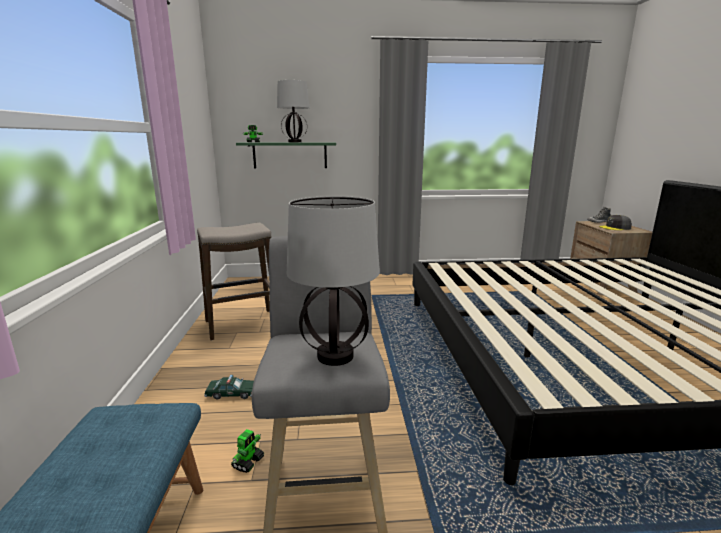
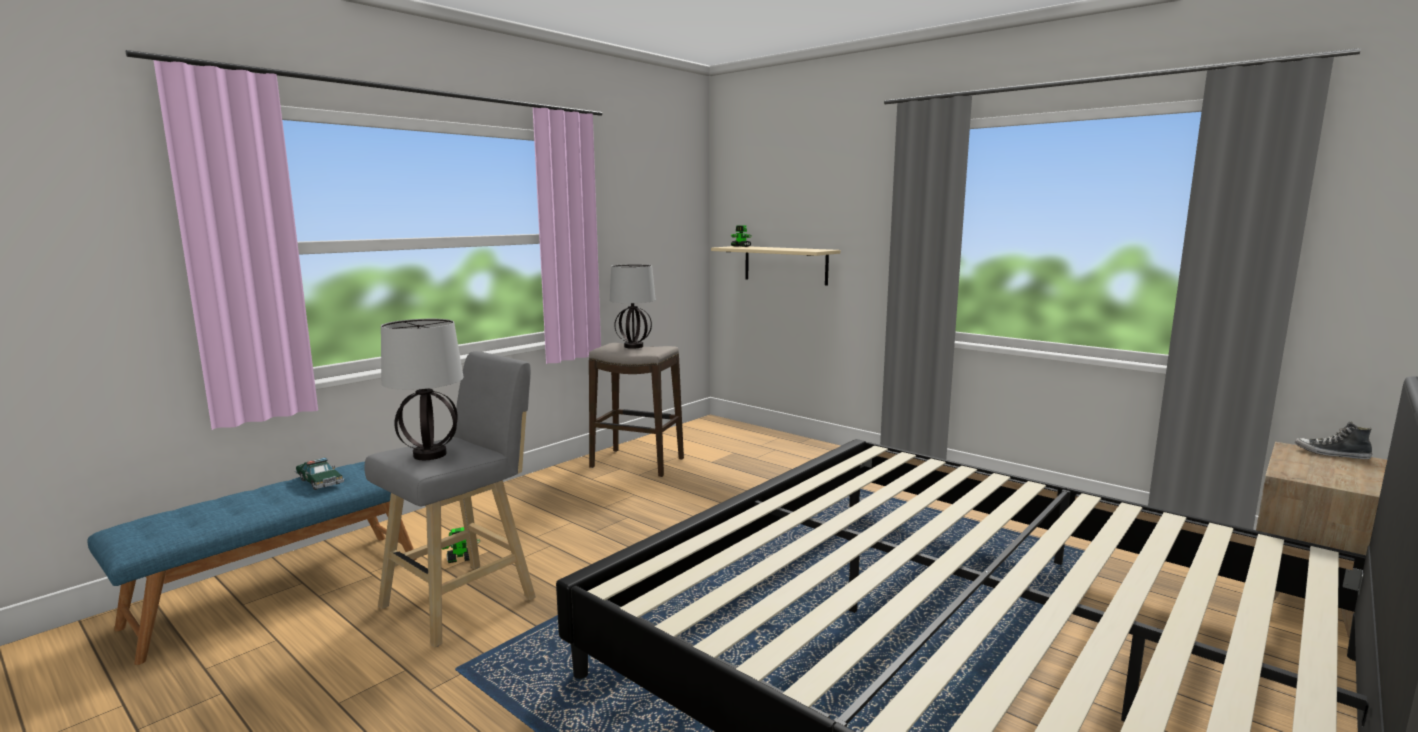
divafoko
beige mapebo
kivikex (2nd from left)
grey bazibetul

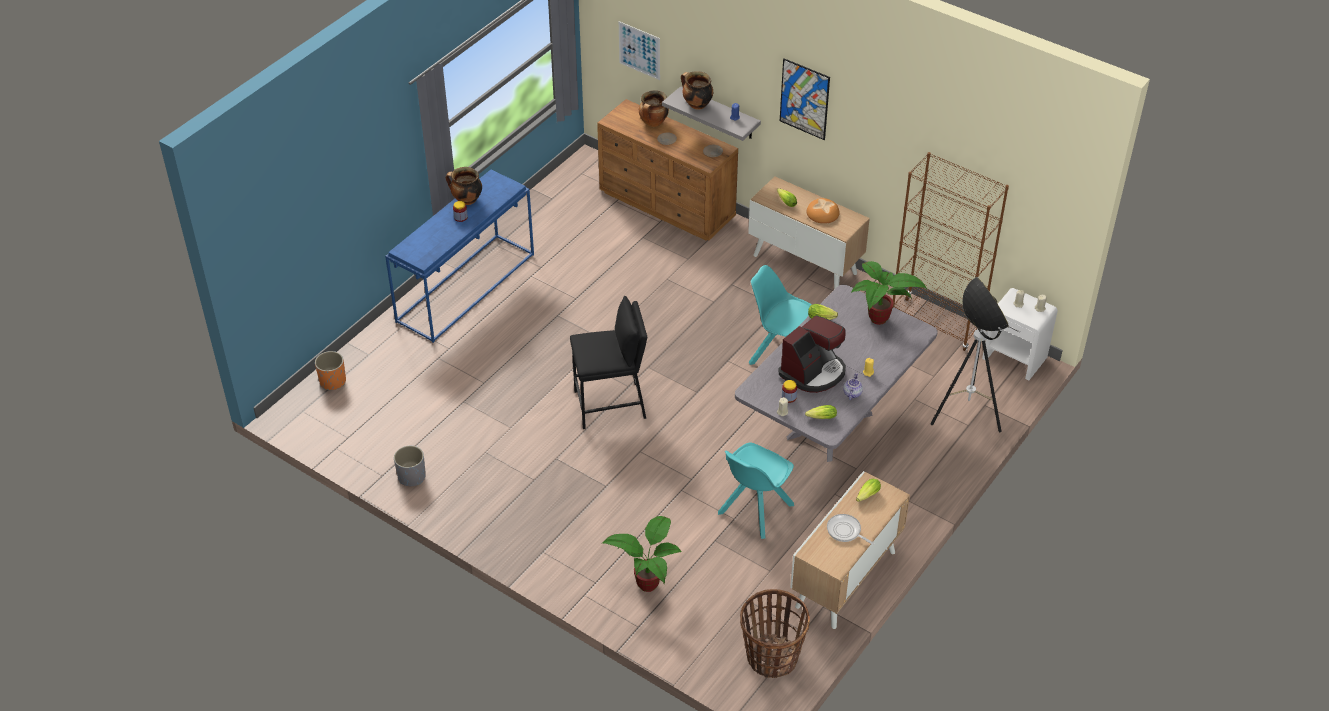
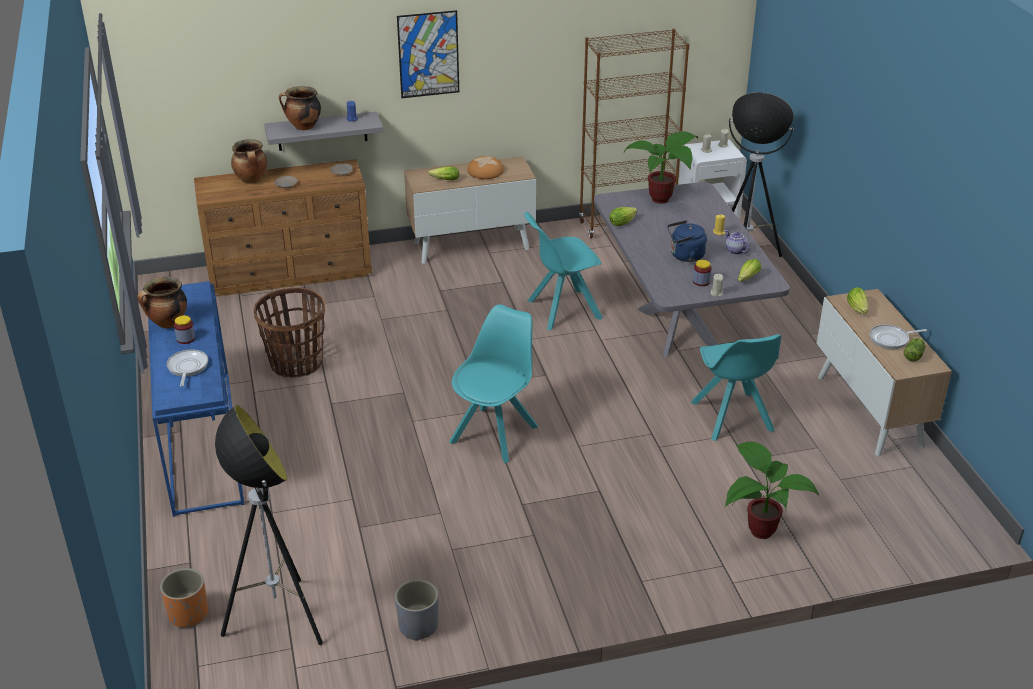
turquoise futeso (1st from left)
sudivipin (1st from left in the first image)
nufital
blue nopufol
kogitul (1st from left)
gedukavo (1st from left)
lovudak (5th from left)

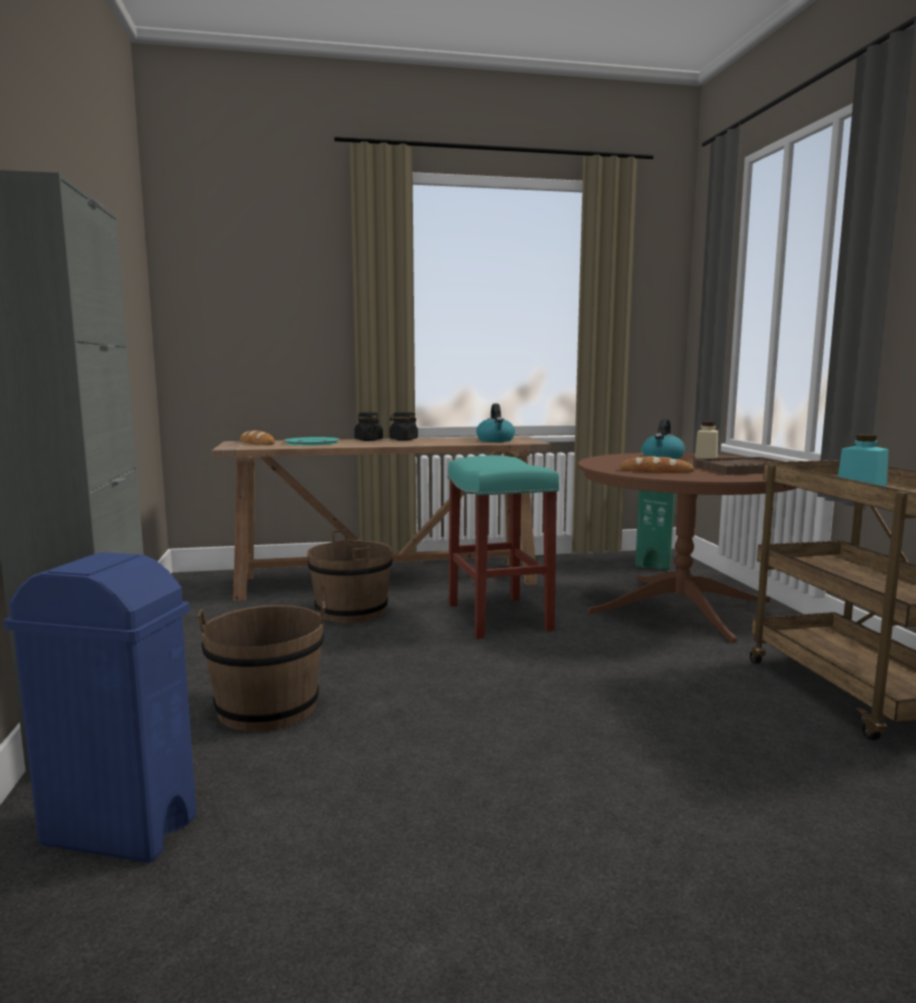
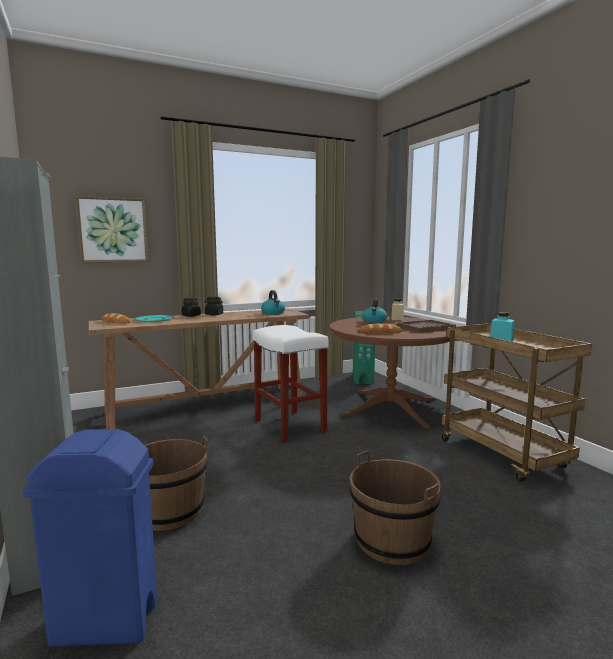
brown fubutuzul (2nd from left)
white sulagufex
sudivipin

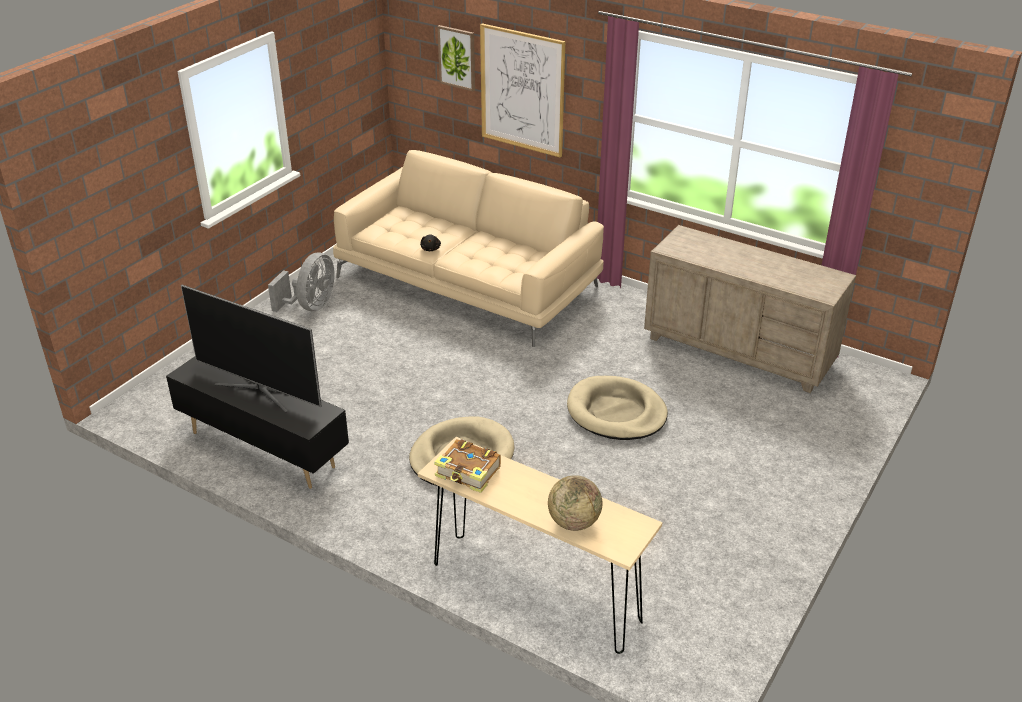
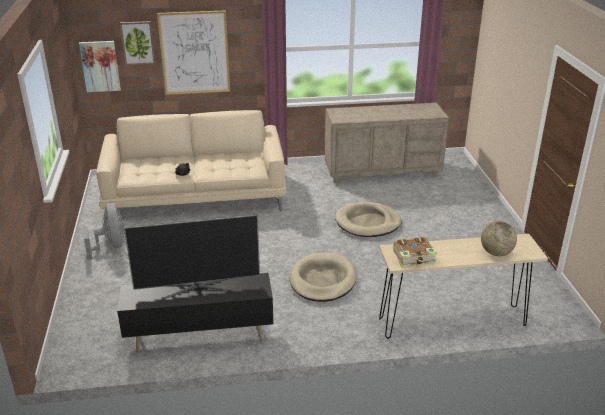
sudivipin (1st from left)

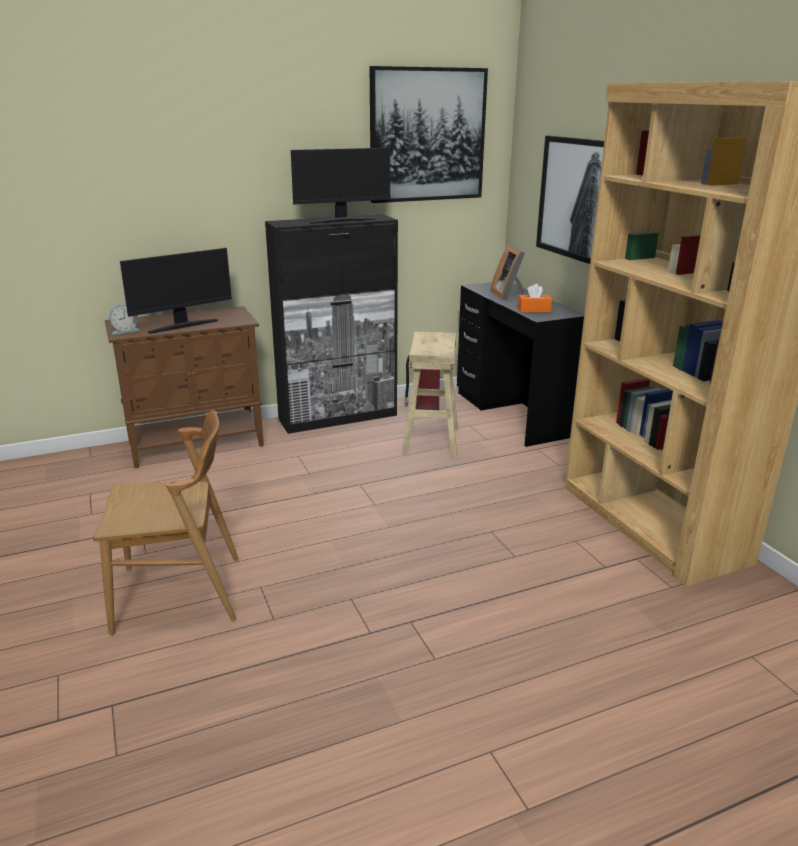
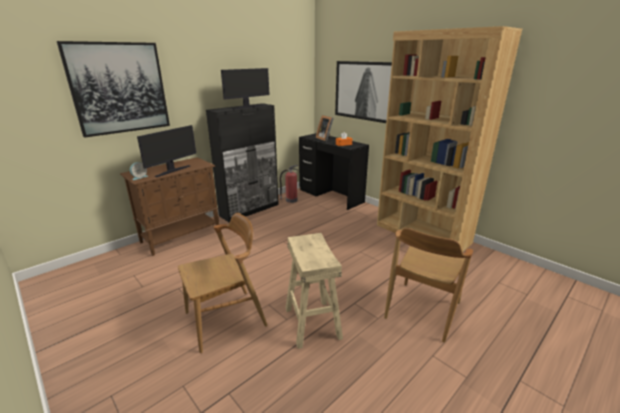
sudivipin (1st from left)
beige sulagufex
brown futeso (2nd from left)

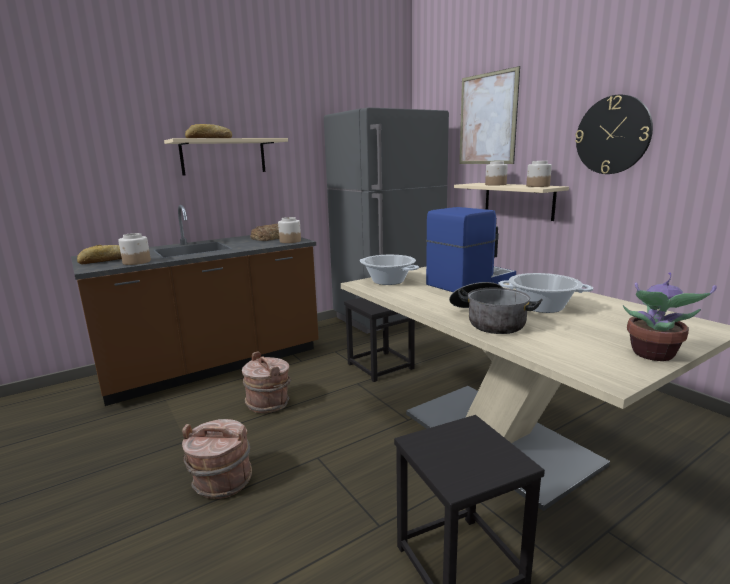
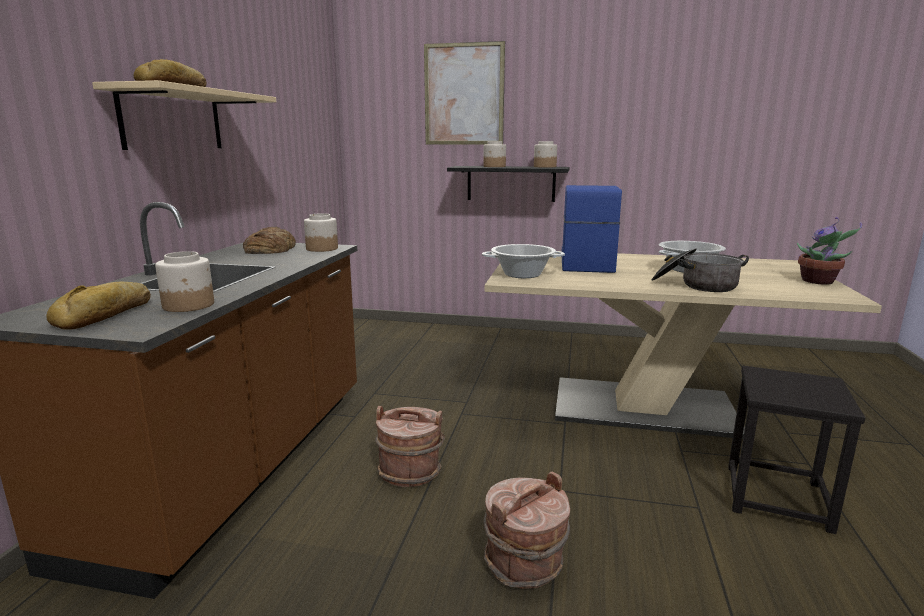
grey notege
black sulagufex (1st from left in the first image)
black mapebo
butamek

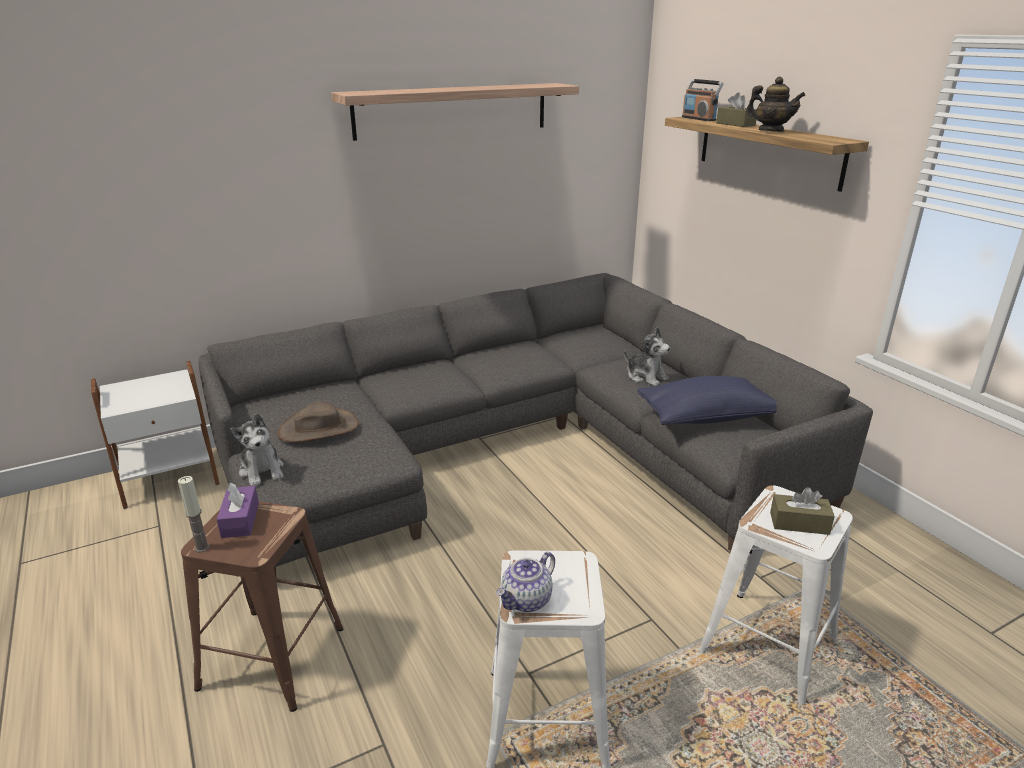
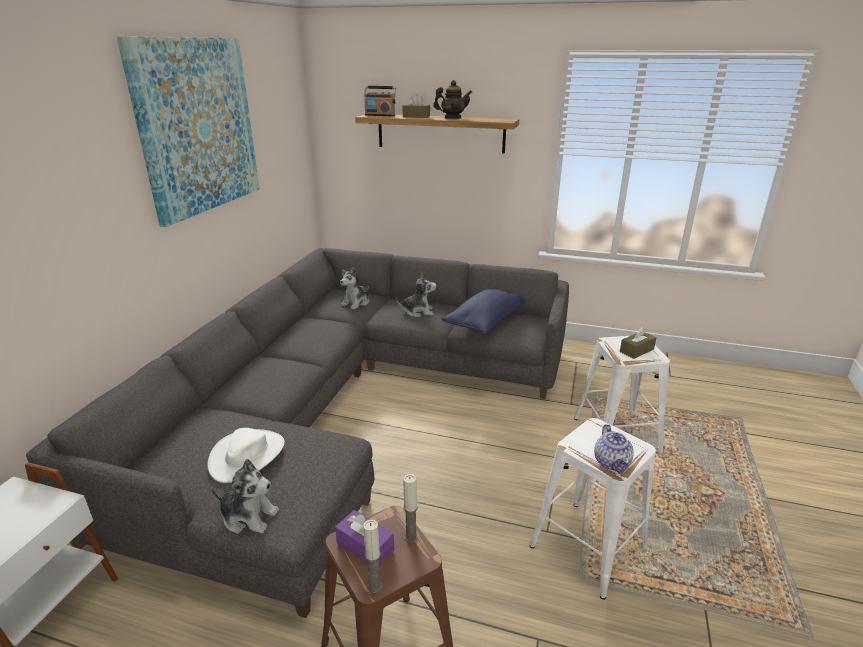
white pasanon
sudivipin
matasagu (2nd from left)
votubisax (2nd from left)

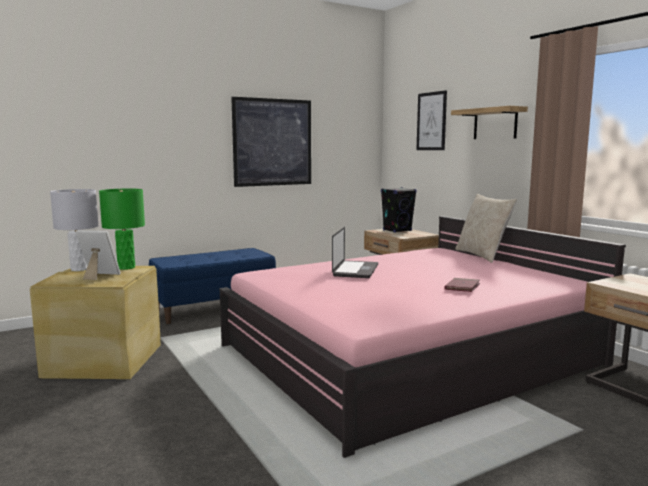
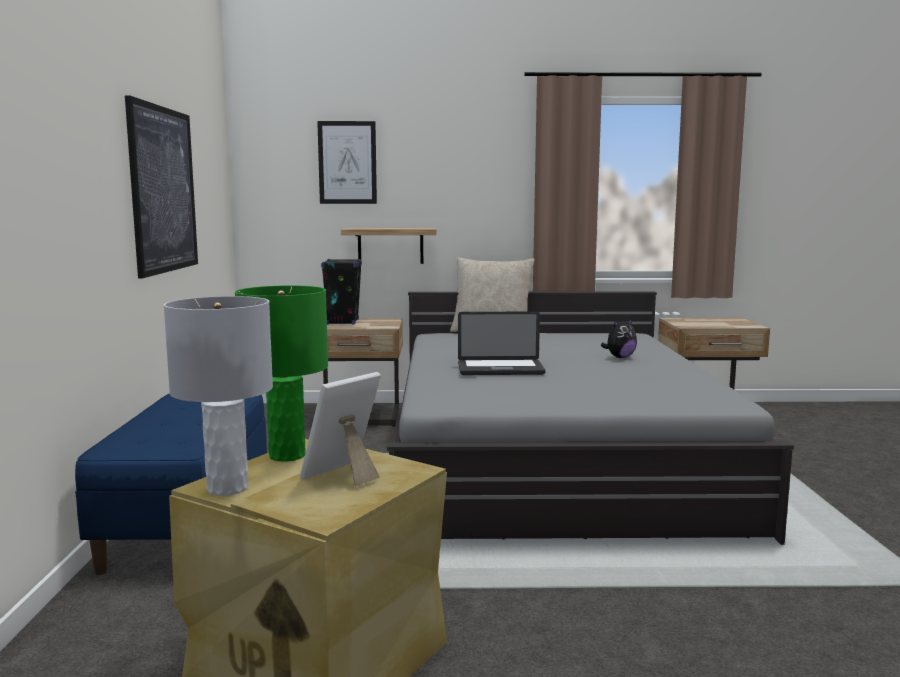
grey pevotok
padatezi
matasagu
mapebo

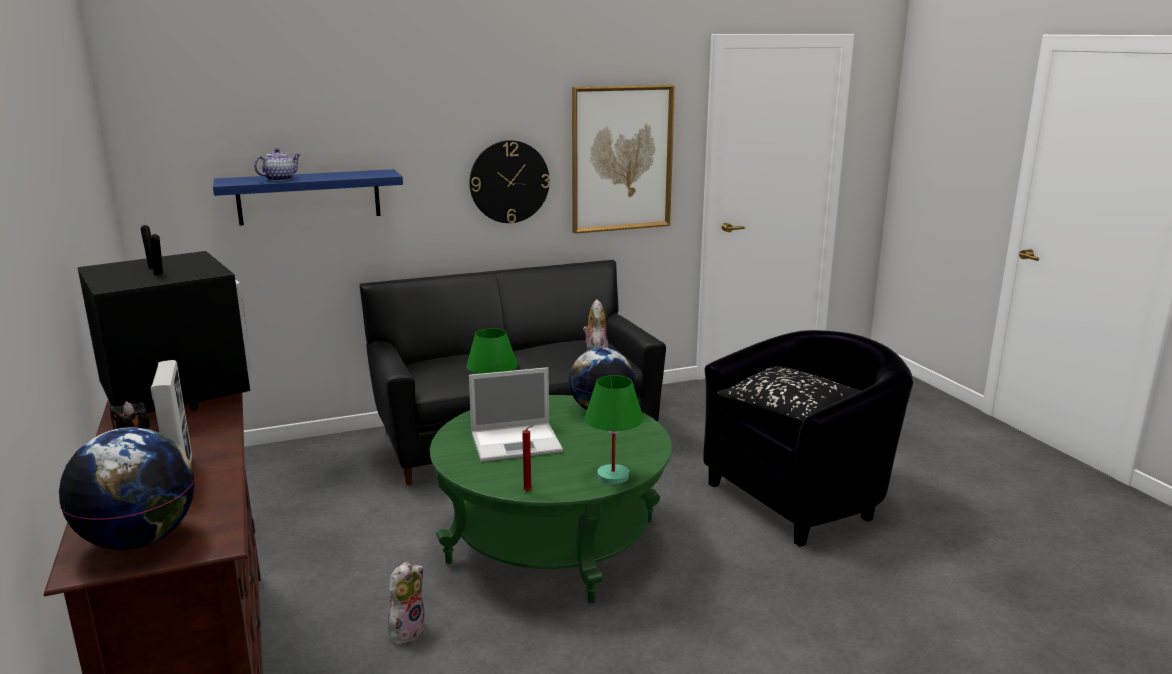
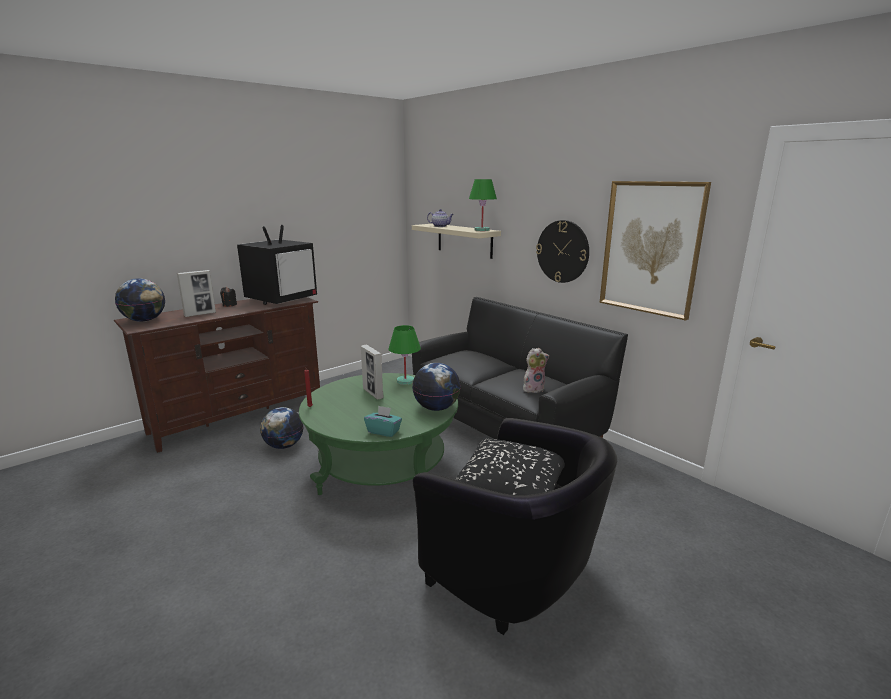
beige mapebo
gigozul (2nd from left)
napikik (2nd from left)
green kivikex (2nd from left)
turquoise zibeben

